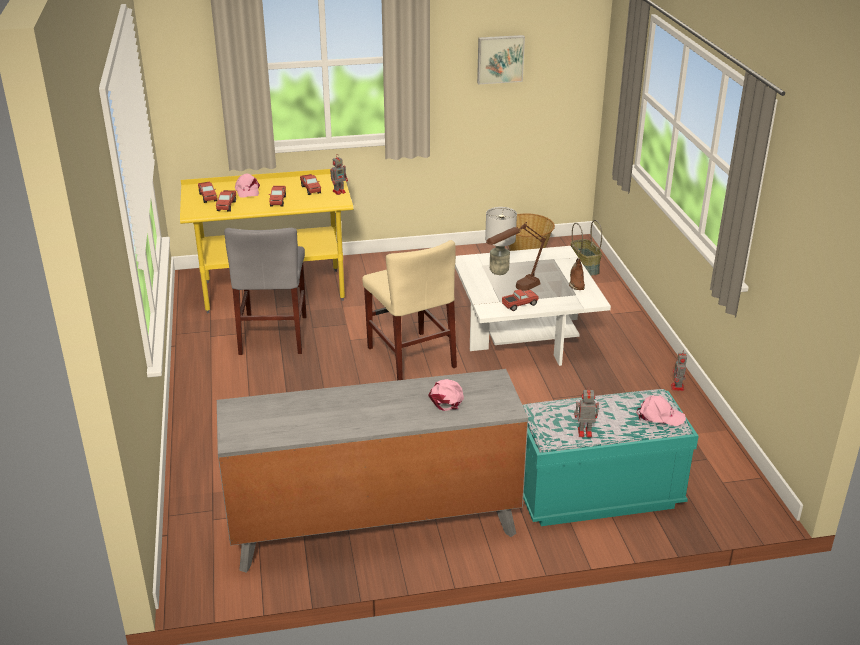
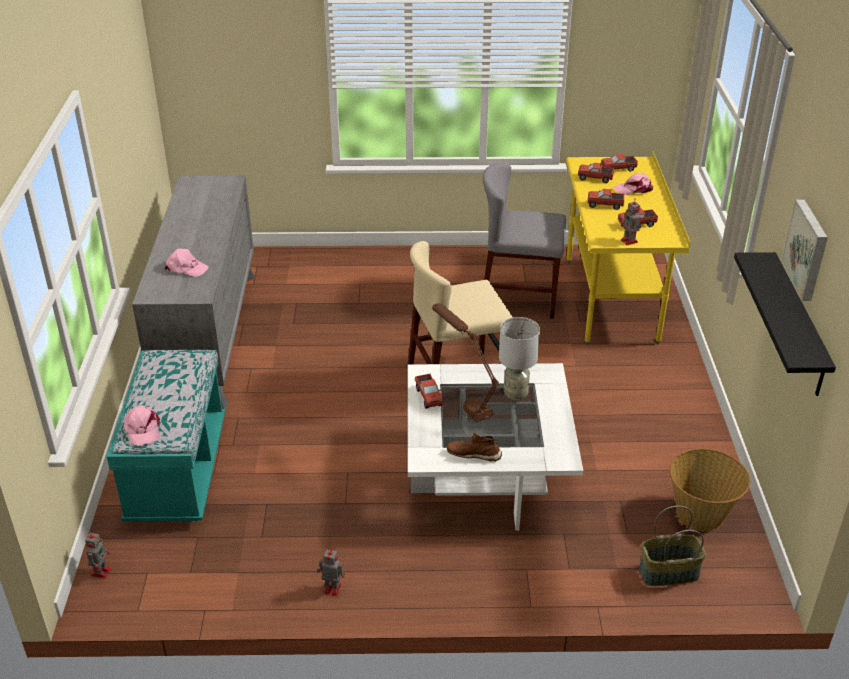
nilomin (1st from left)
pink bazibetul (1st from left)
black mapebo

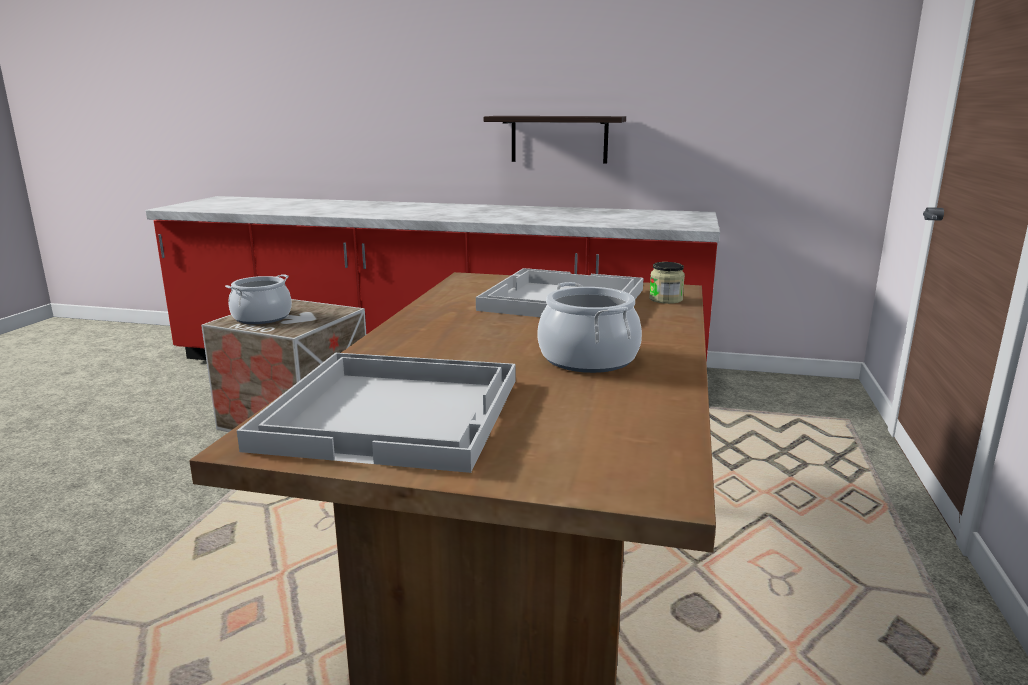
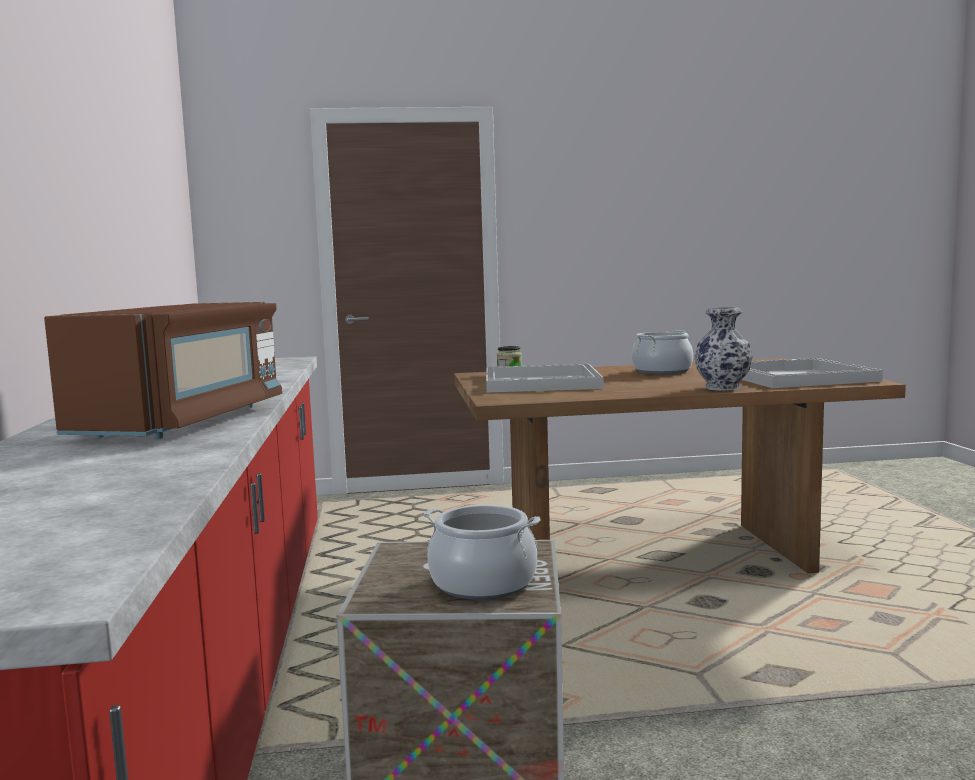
mapebo
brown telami
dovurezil

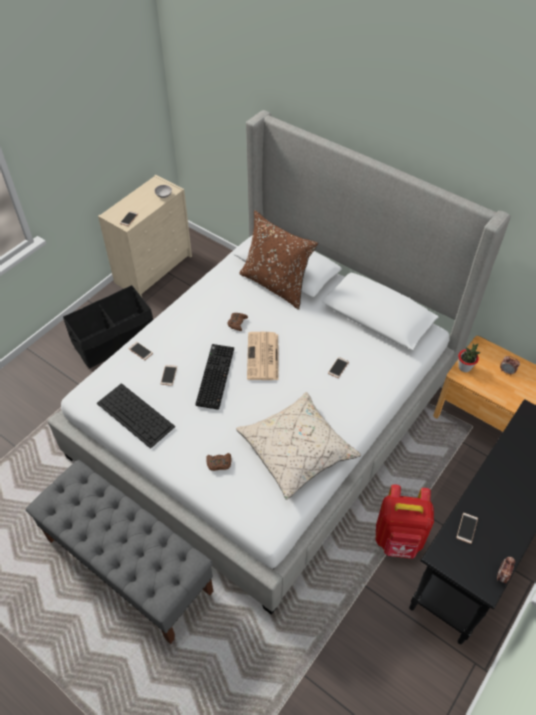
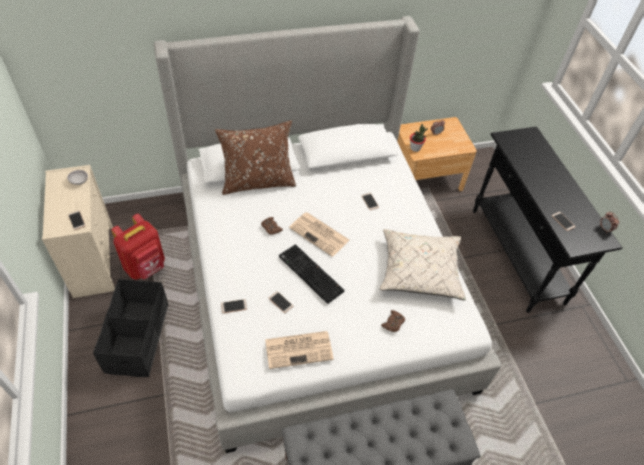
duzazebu (1st from left)
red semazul

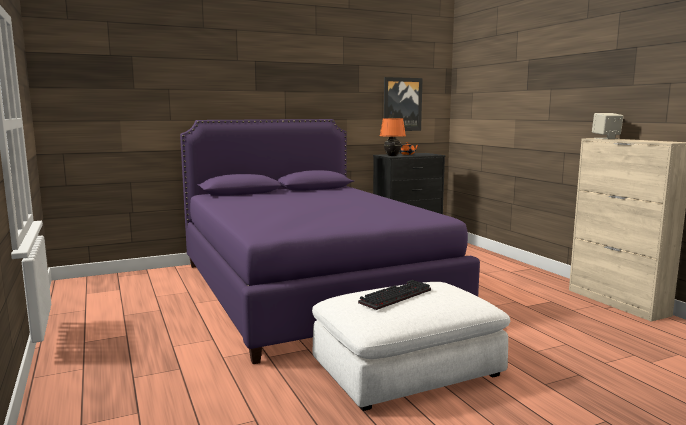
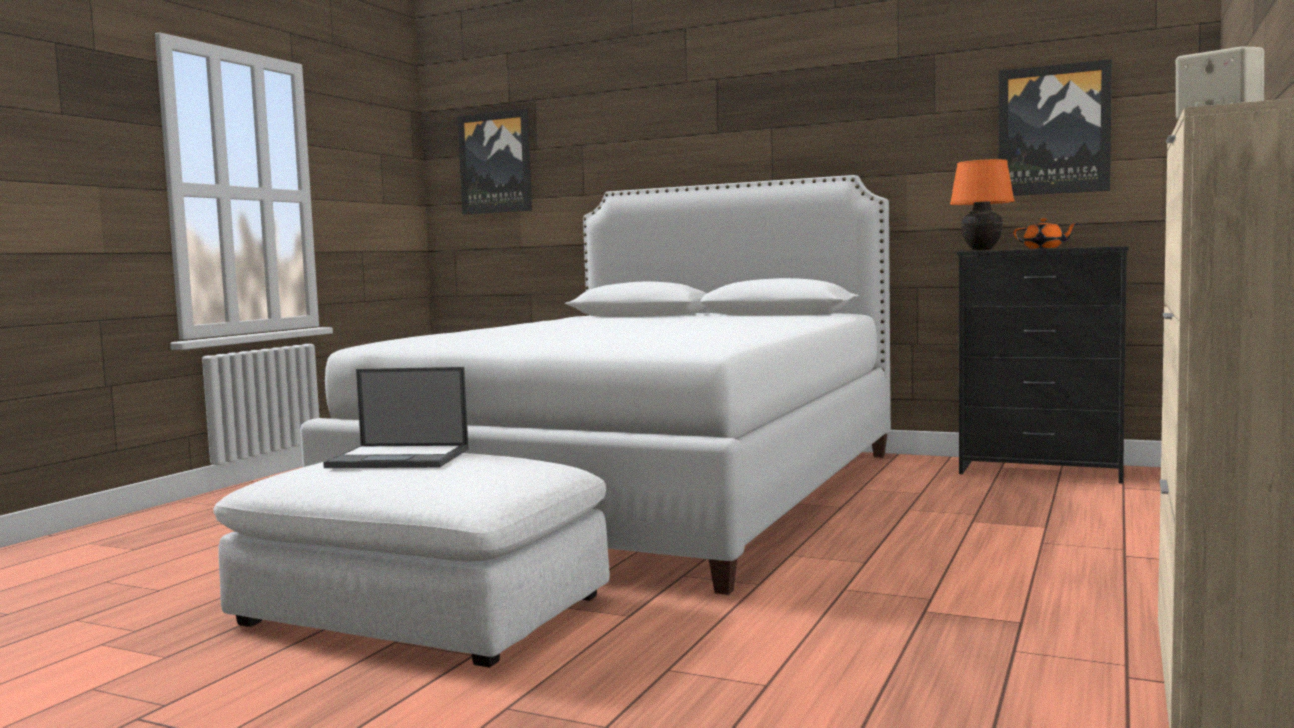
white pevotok
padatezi
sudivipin (1st from left)

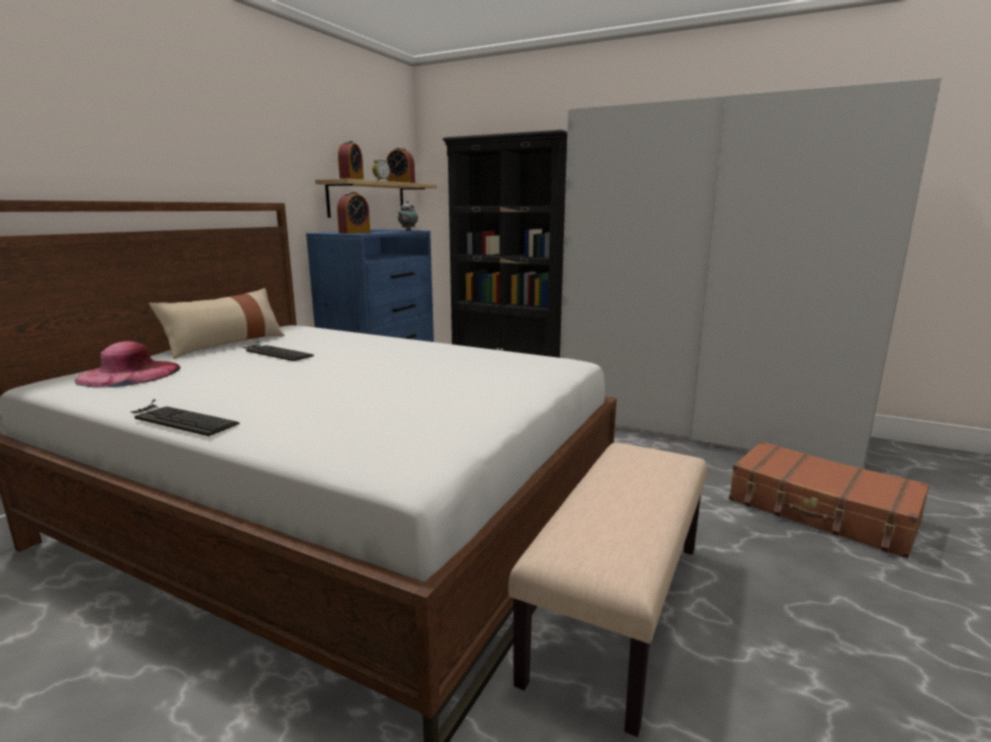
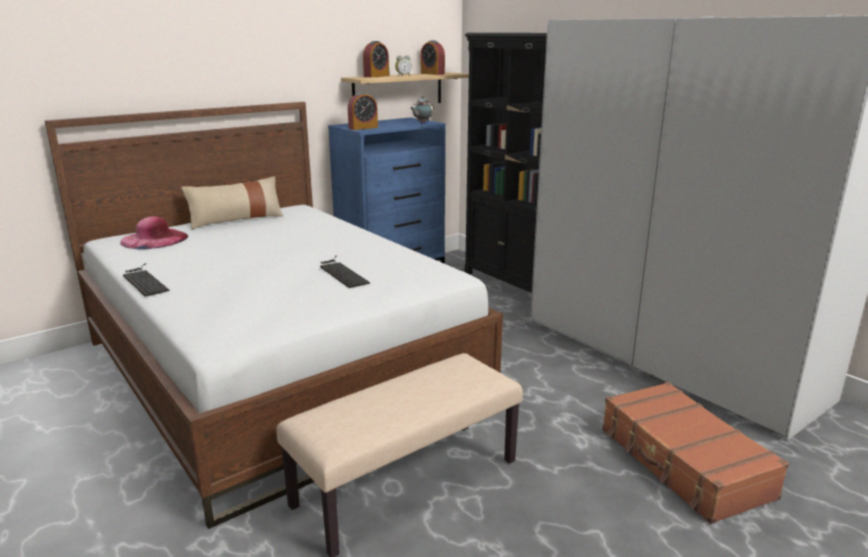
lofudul (2nd from left)

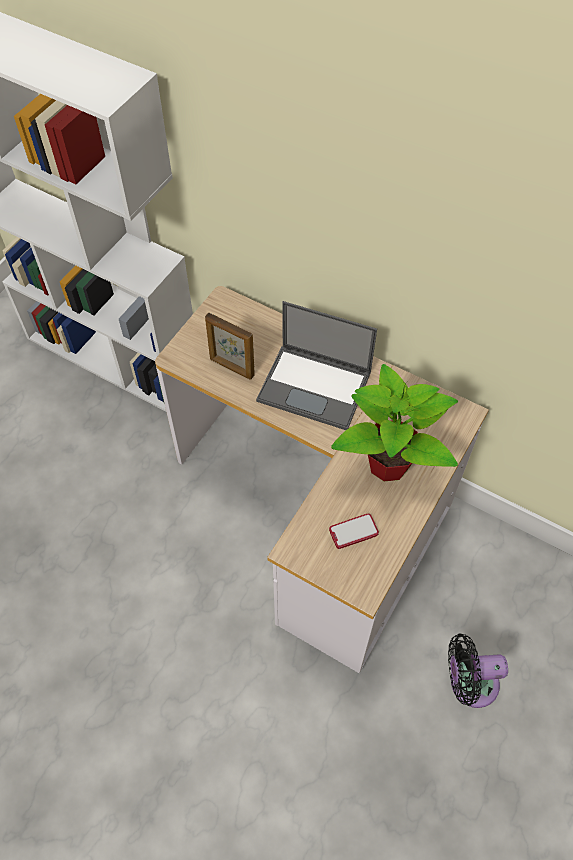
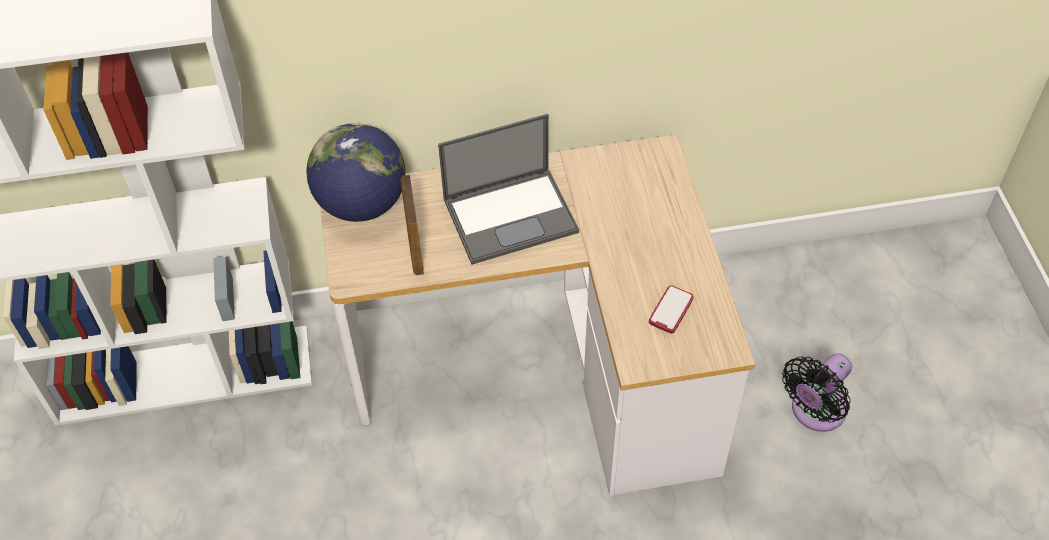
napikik
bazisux
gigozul

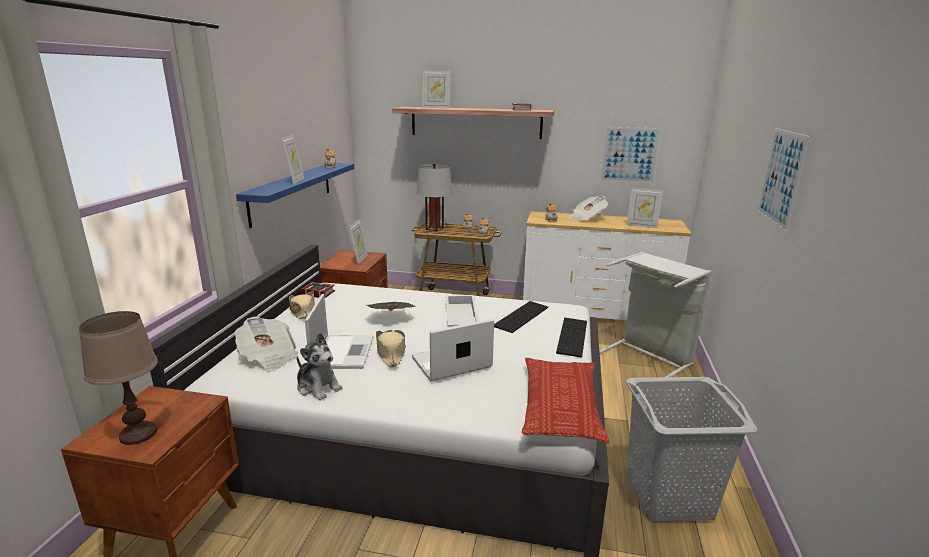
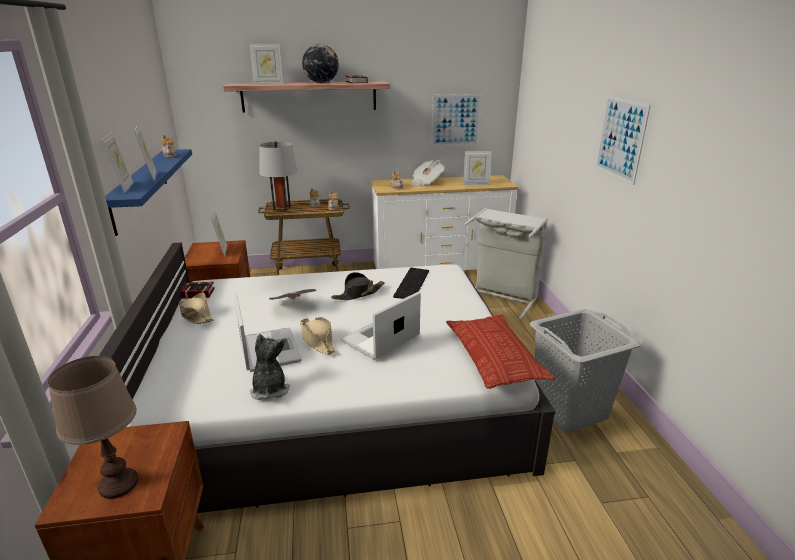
duzazebu (1st from left in the first image)
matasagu
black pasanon
lofudul (2nd from left in the first image)
napikik (1st from left)
gigozul

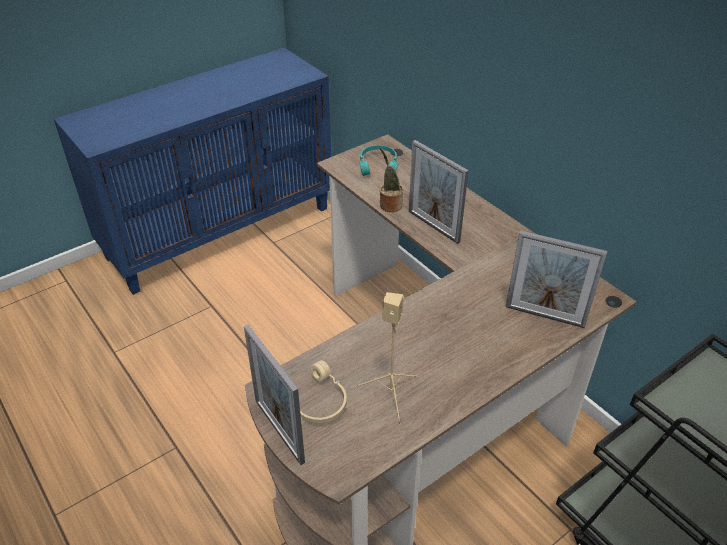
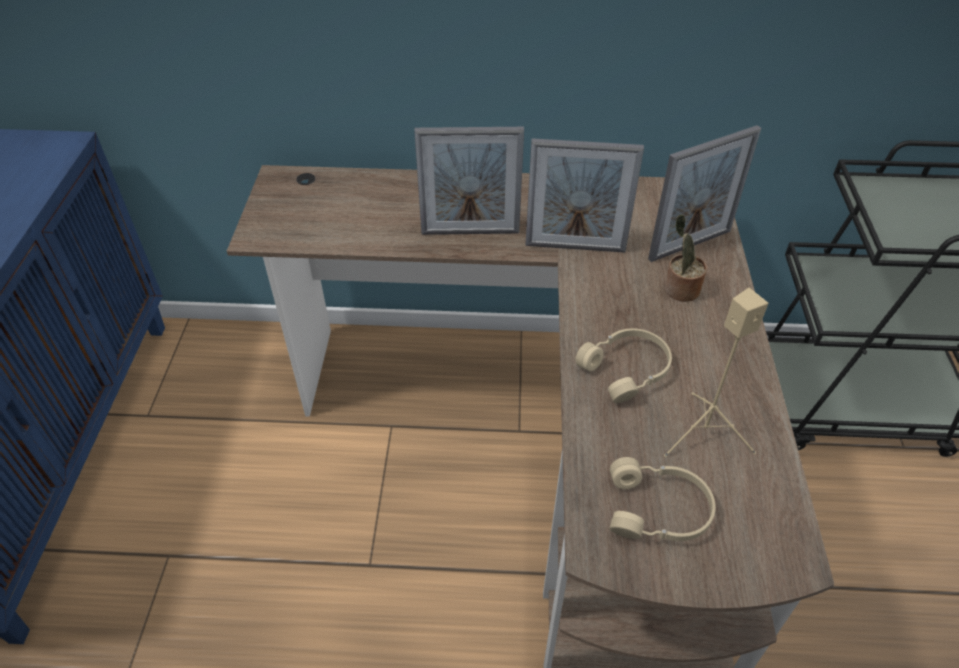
napikik (2nd from left)
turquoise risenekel
bazisux
beige risenekel (1st from left)

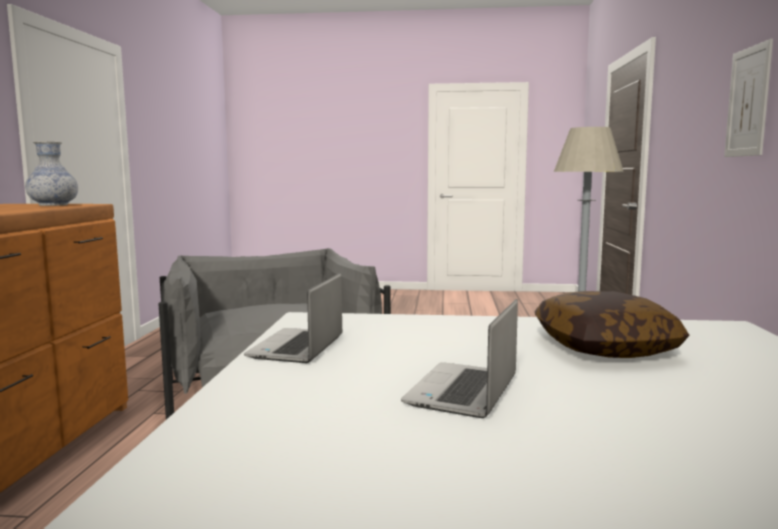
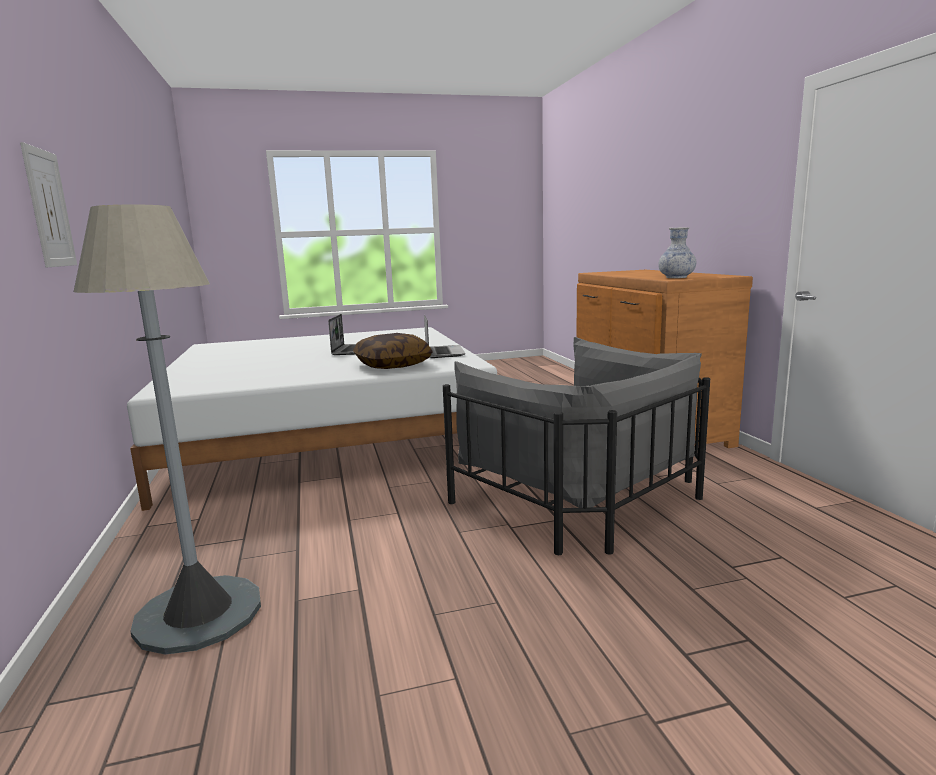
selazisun

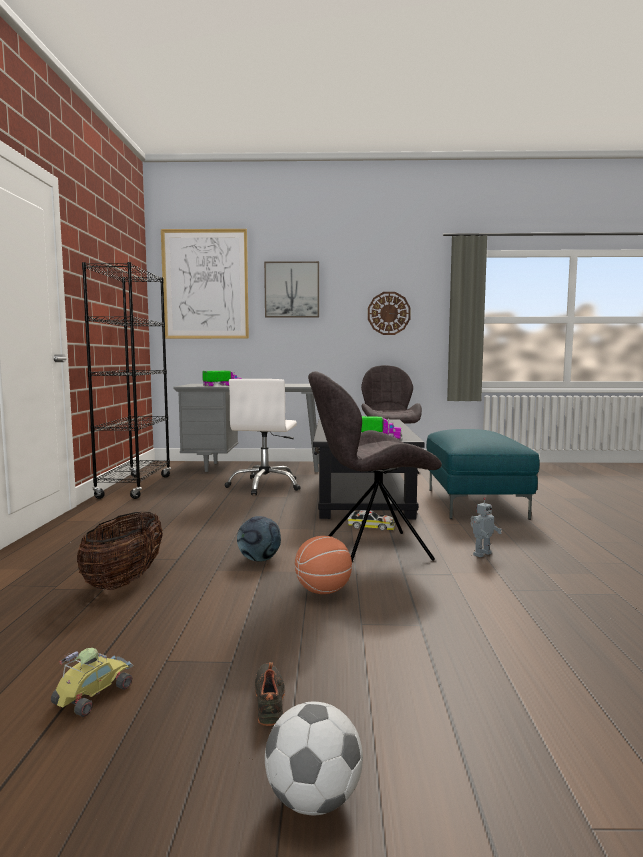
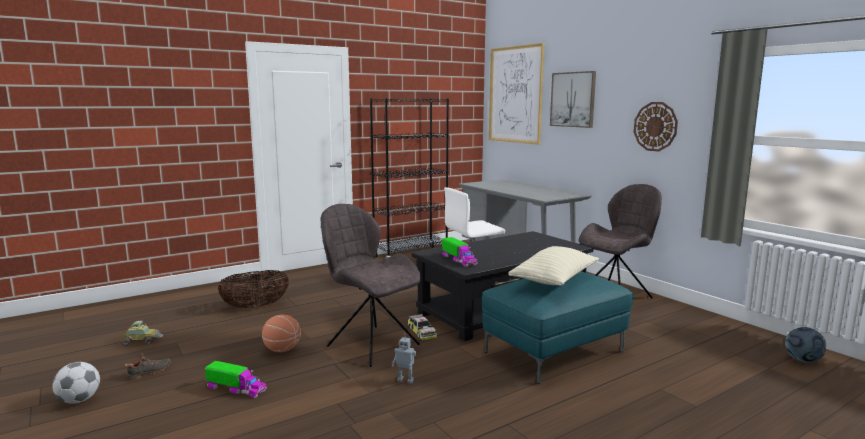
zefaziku (1st from left)
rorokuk (2nd from left)
beige selazisun

